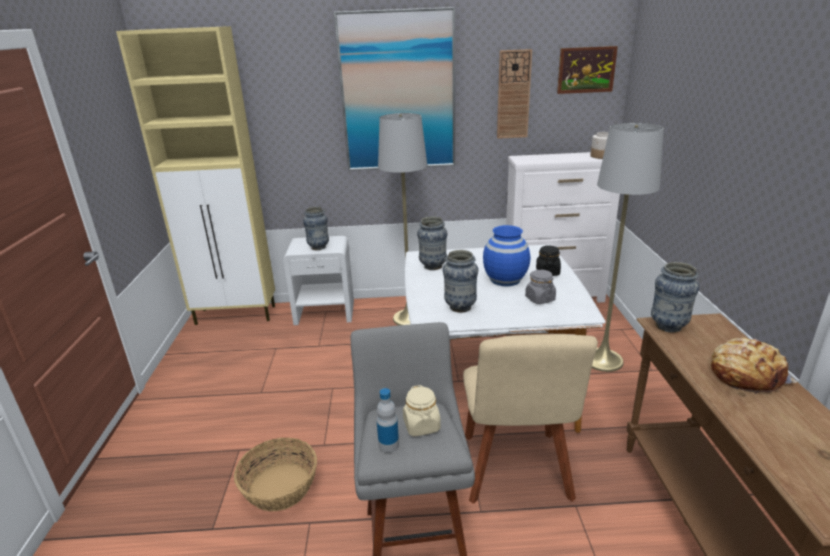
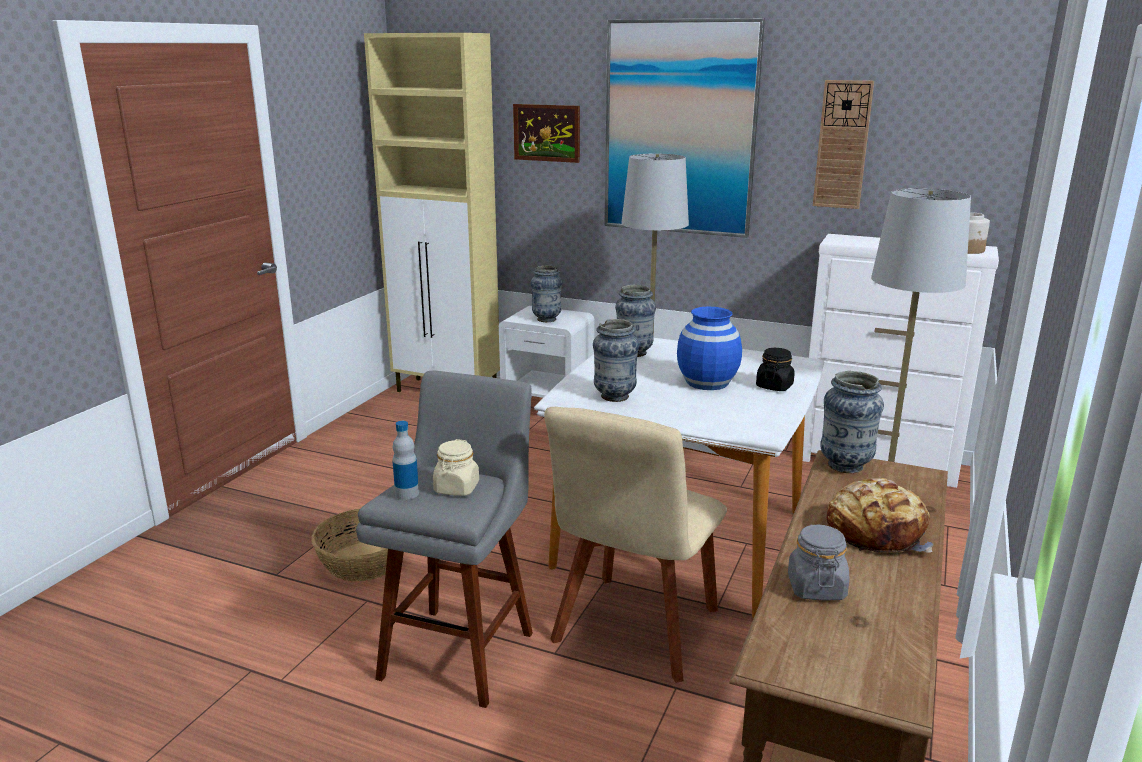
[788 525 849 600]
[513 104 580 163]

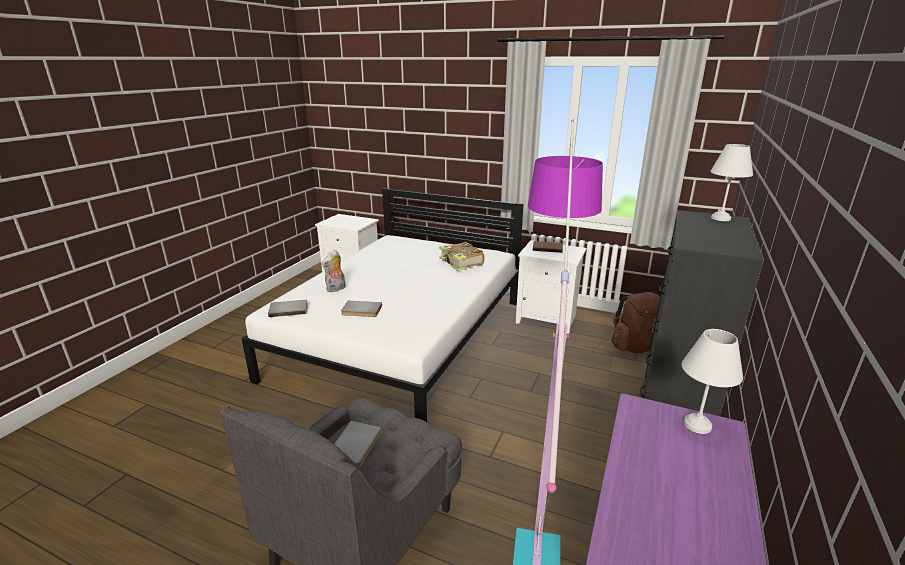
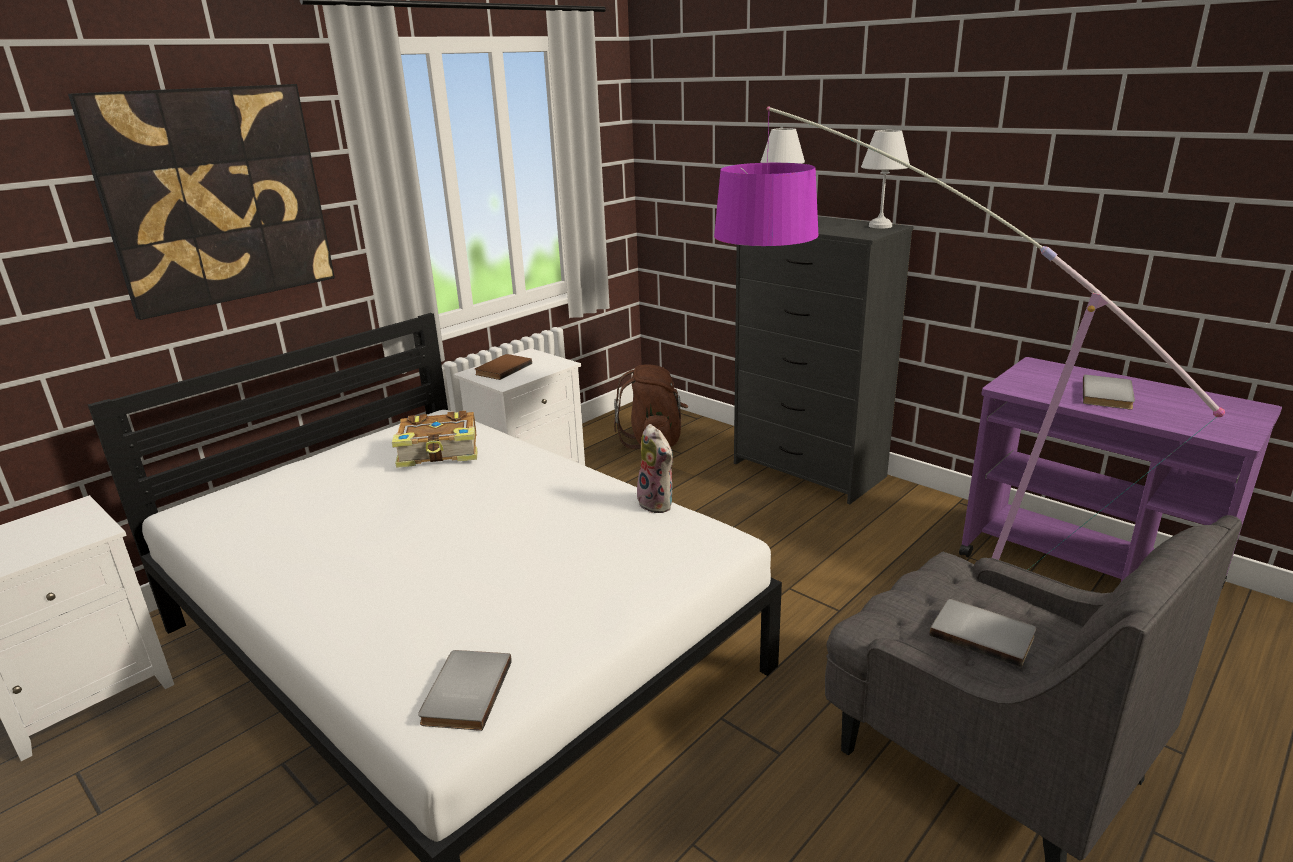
[68 84 335 320]
[637 424 673 513]
[1083 375 1135 410]
[861 130 910 229]

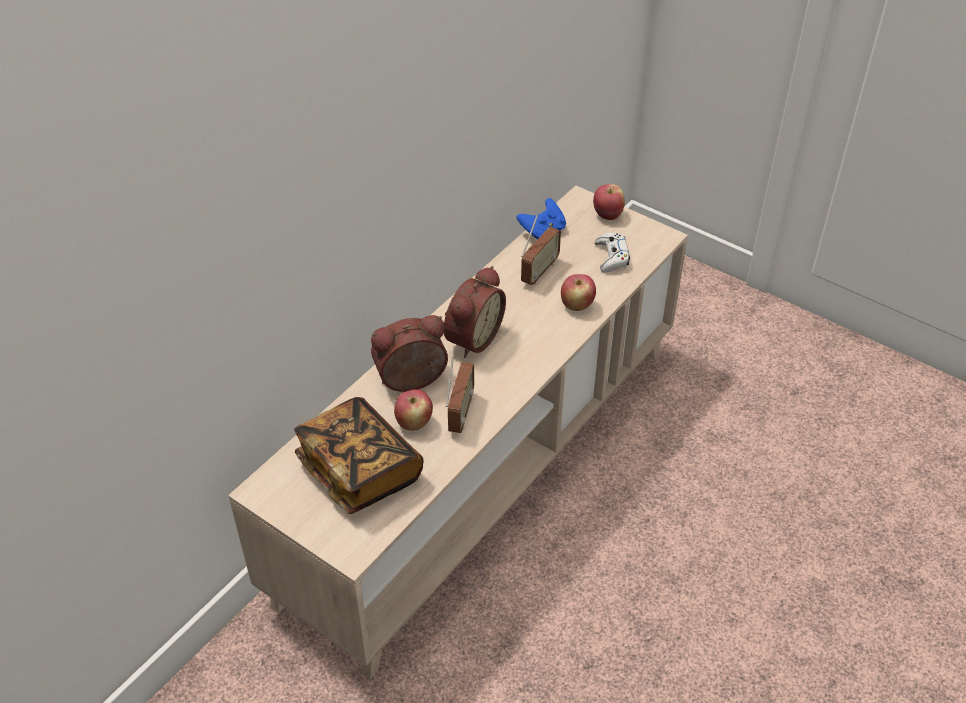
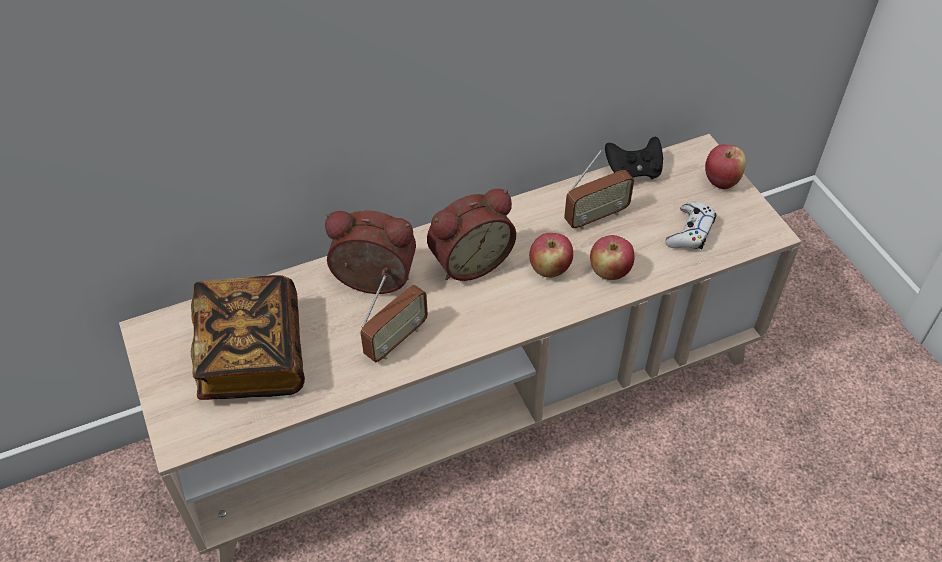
[529 233 573 278]
[605 137 663 179]

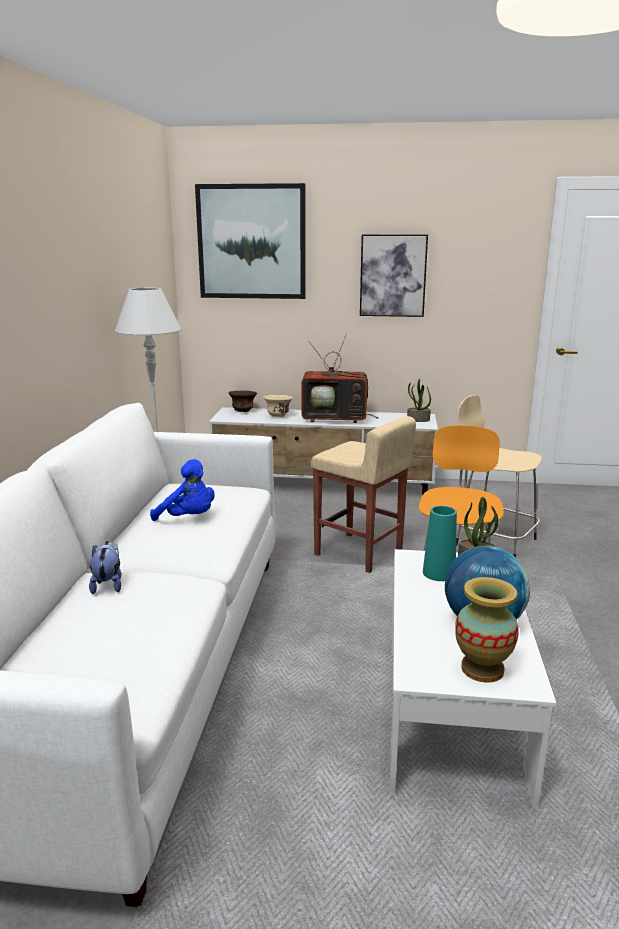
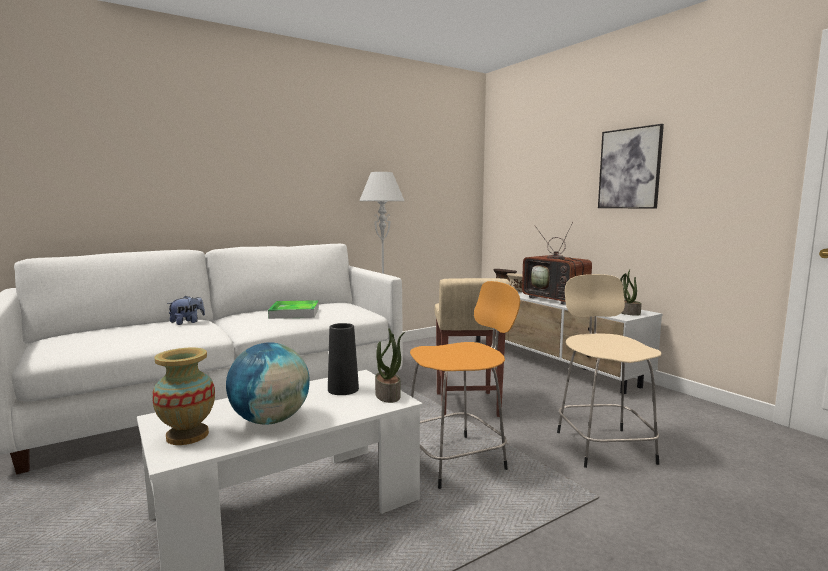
[195 183 306 299] (first image)
[268 300 319 319]
[328 323 359 395]

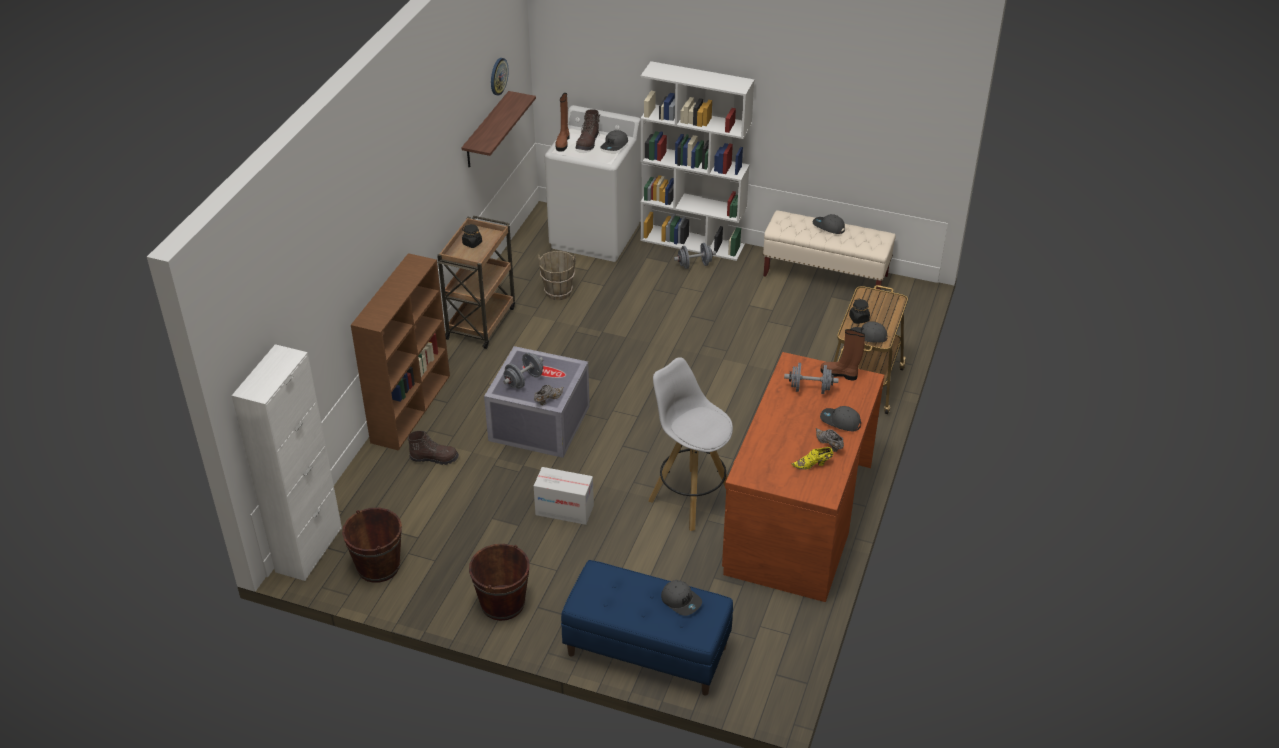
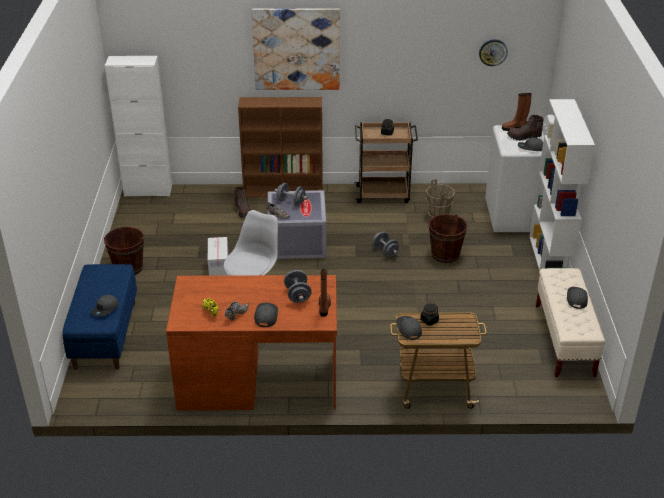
[461 91 536 167] (first image)
[252 8 340 90]
[429 214 467 263]
[373 232 399 257]

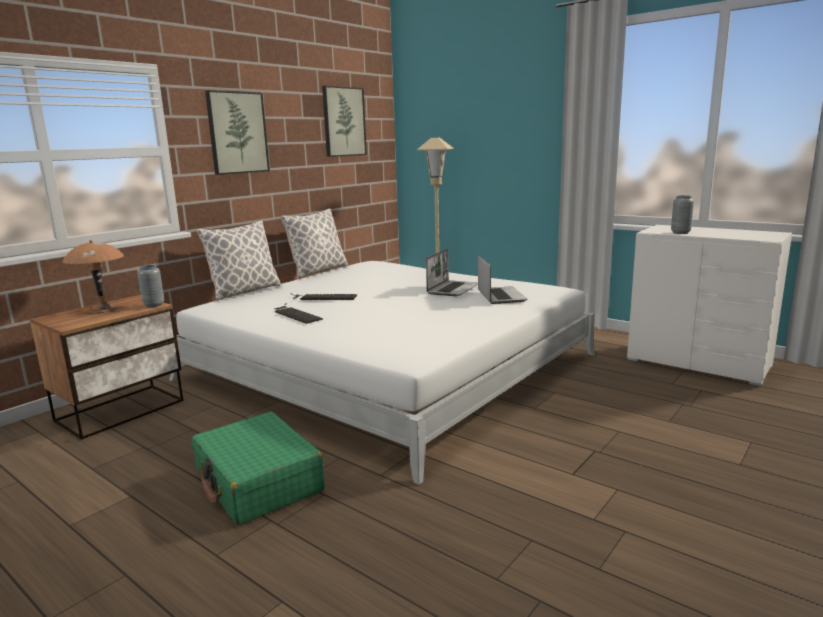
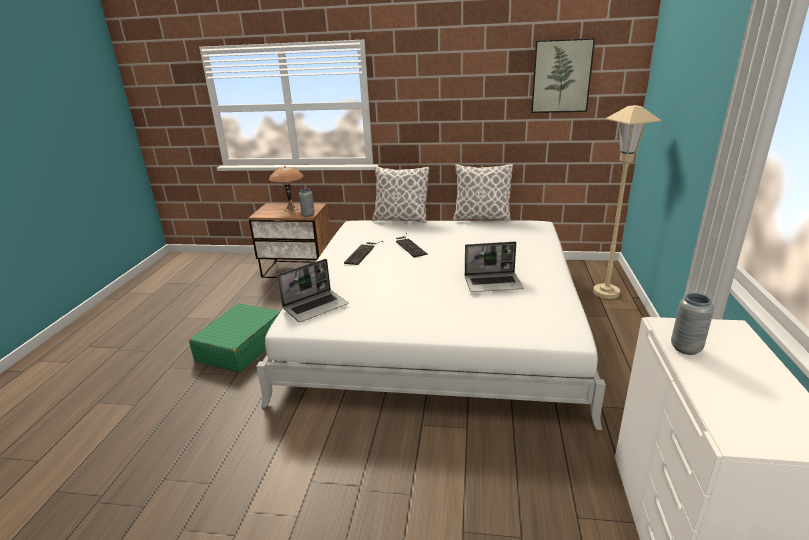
[205 90 270 175] (first image)
[277 259 349 322]

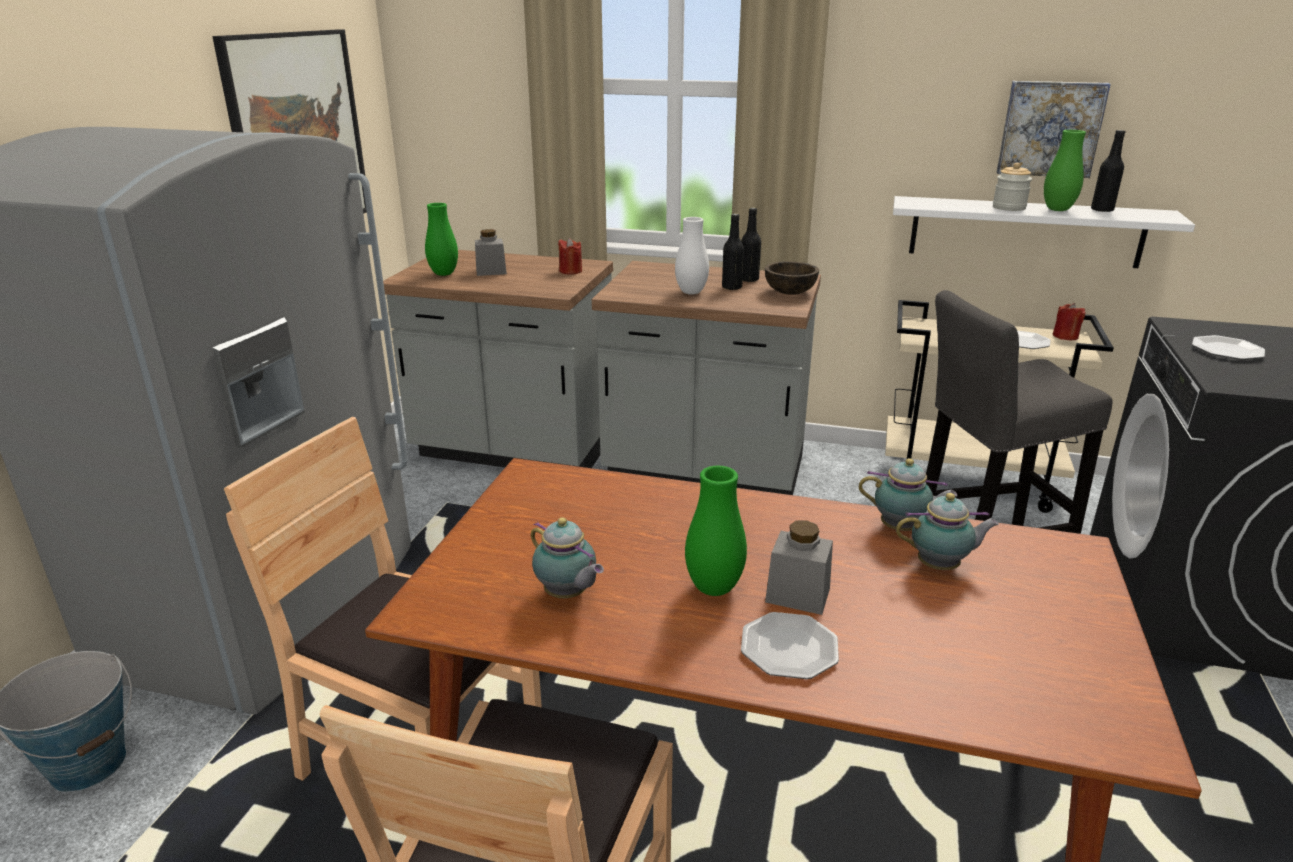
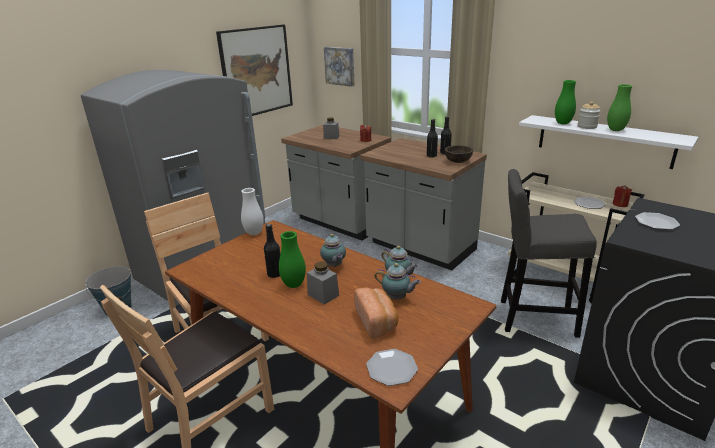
[354 288 398 339]
[555 80 576 124]
[320 234 346 267]
[241 188 264 235]
[366 349 418 386]
[324 47 355 87]
[264 224 280 278]

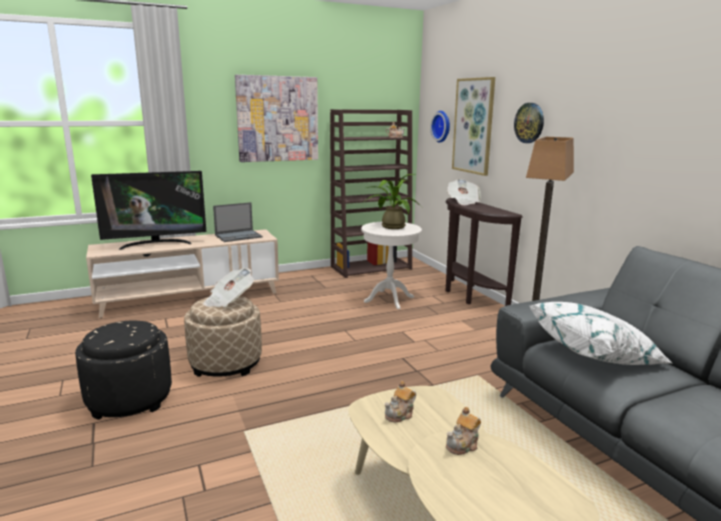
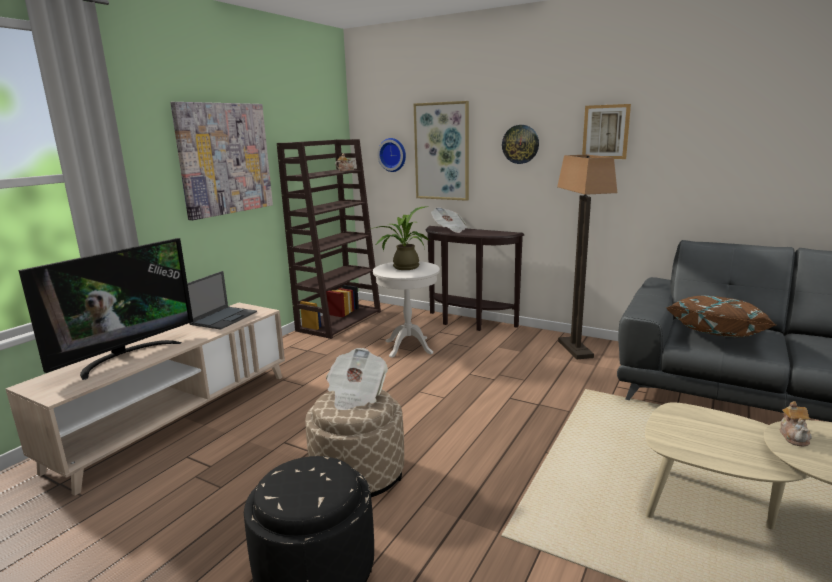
[384 381 416 423] (first image)
[582 104 631 159]
[667 296 776 337]

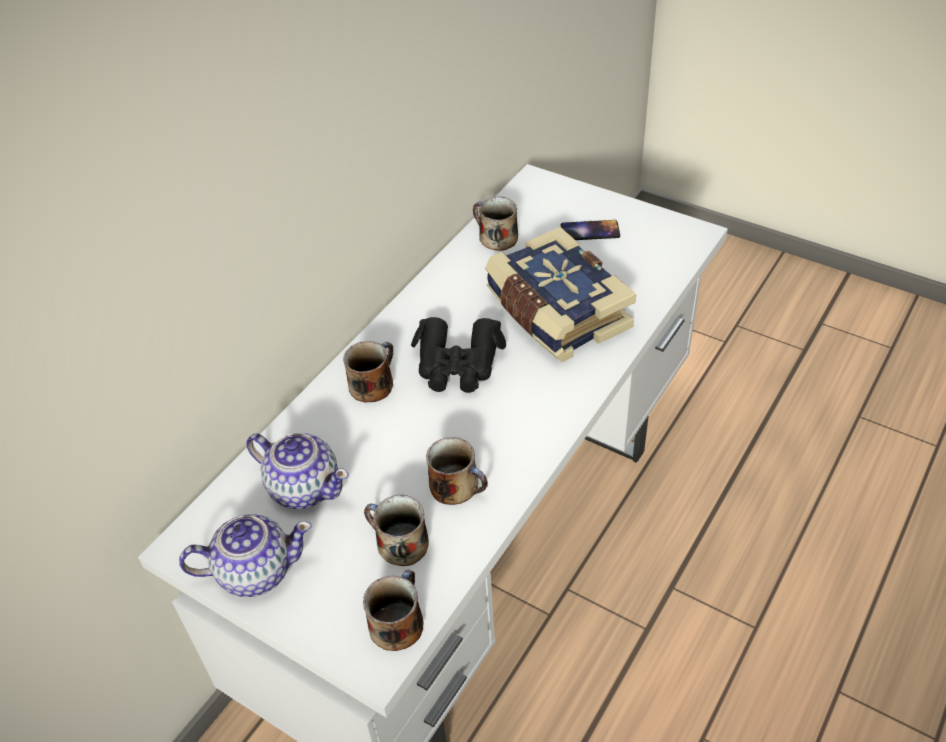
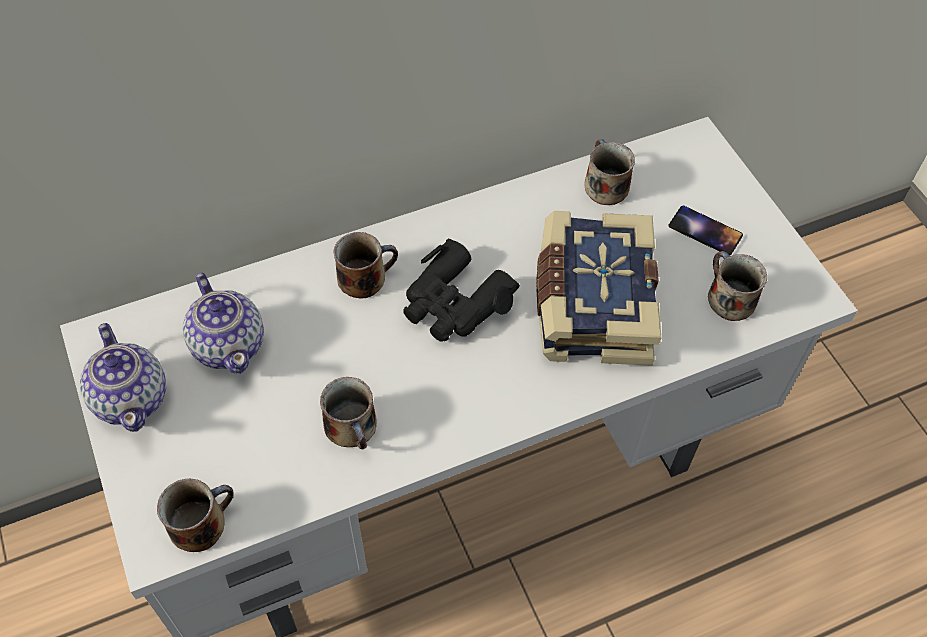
[708 251 767 321]
[80 323 166 432]

